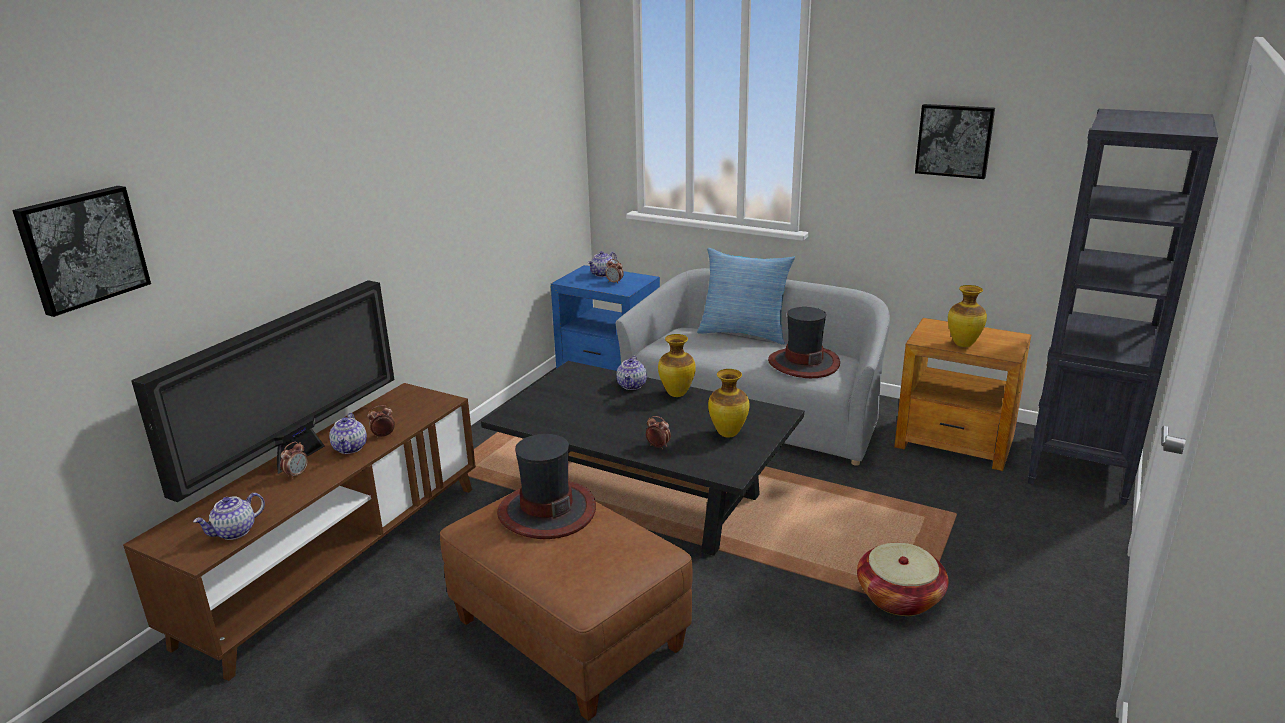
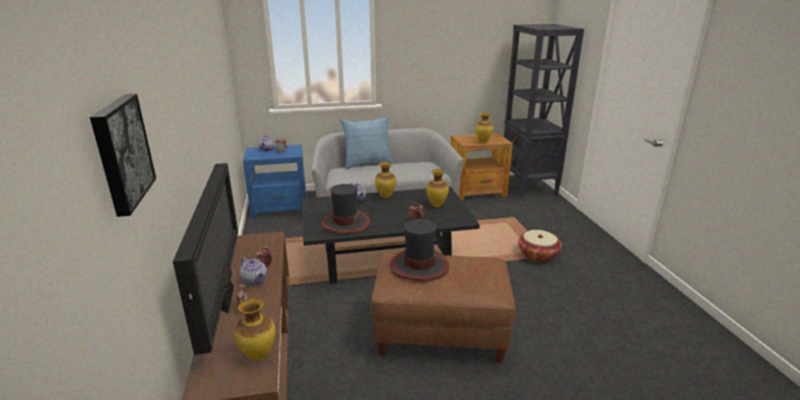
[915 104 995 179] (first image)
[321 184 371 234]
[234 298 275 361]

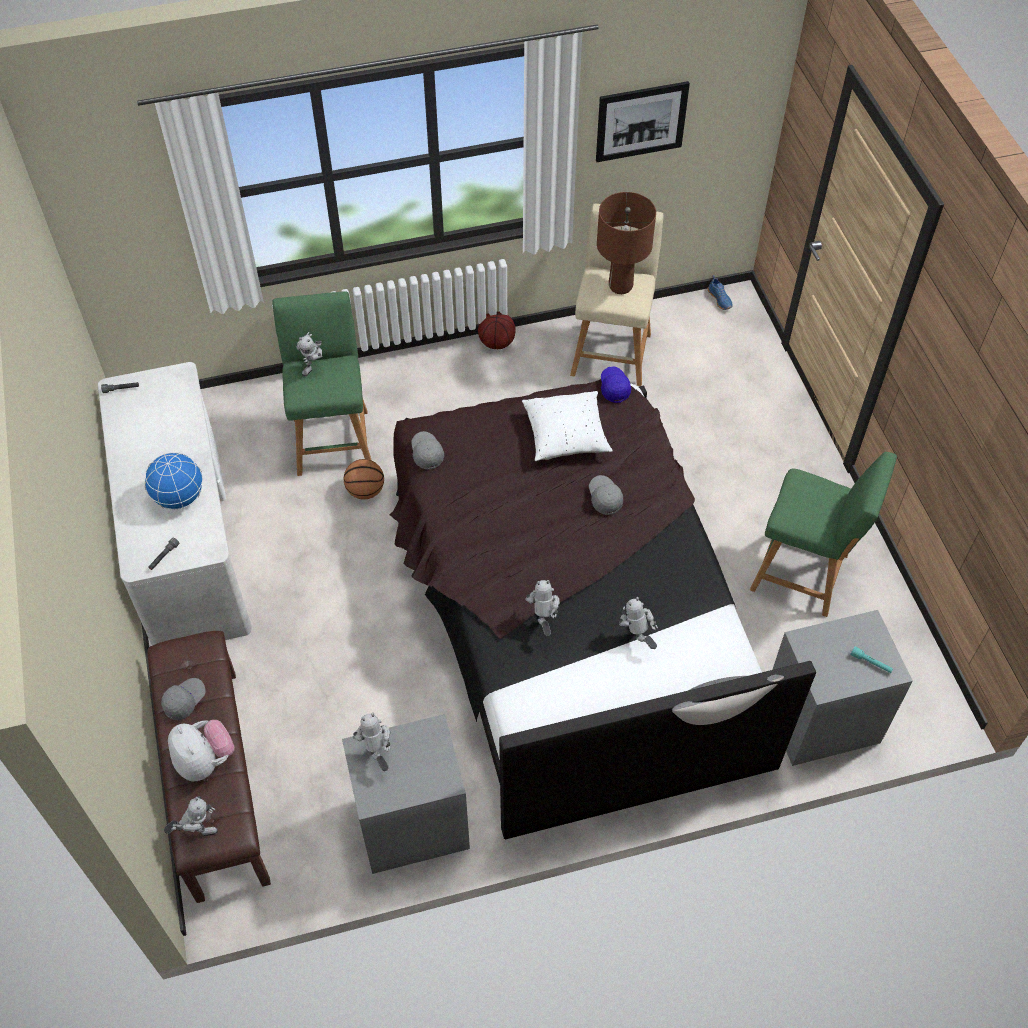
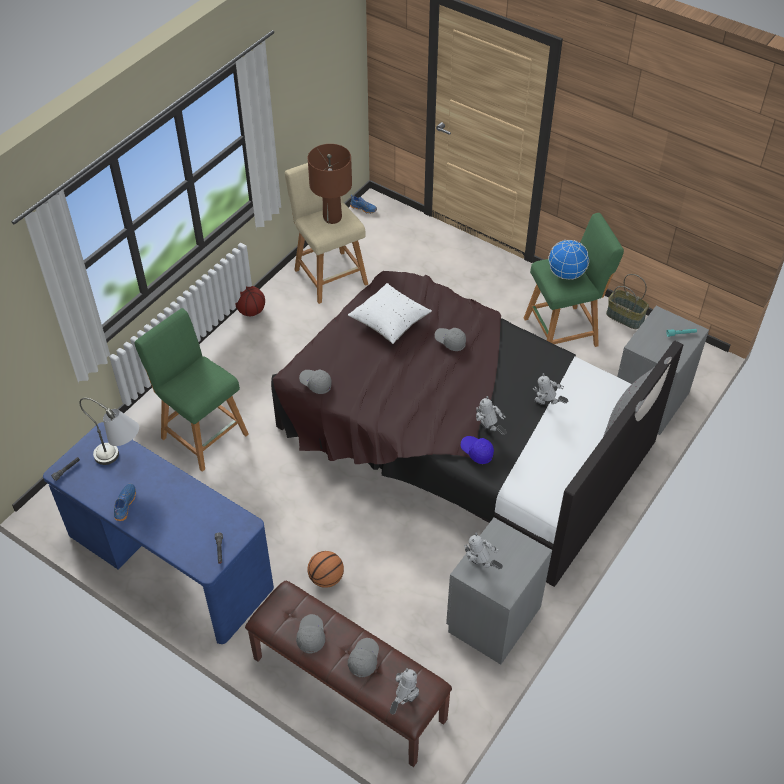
[296 332 323 376] (first image)
[596 81 690 162] (first image)
[79 398 139 465]
[114 483 136 521]
[606 274 649 329]
[548 240 589 280]
[308 551 344 588]
[461 436 494 464]
[348 638 379 677]
[43 422 274 644]

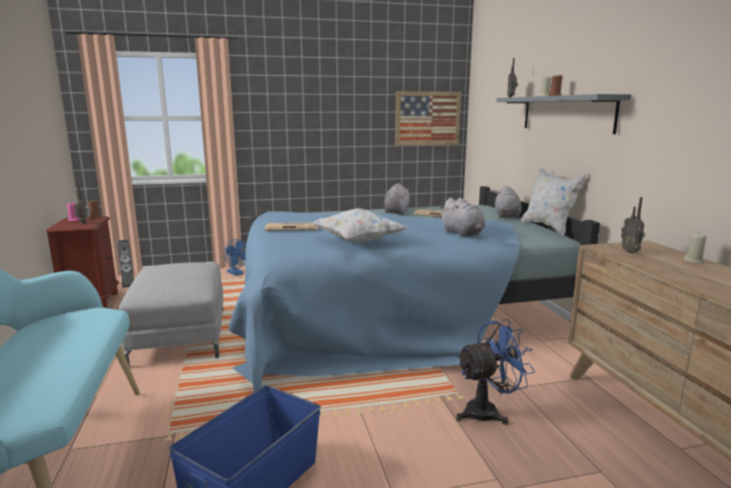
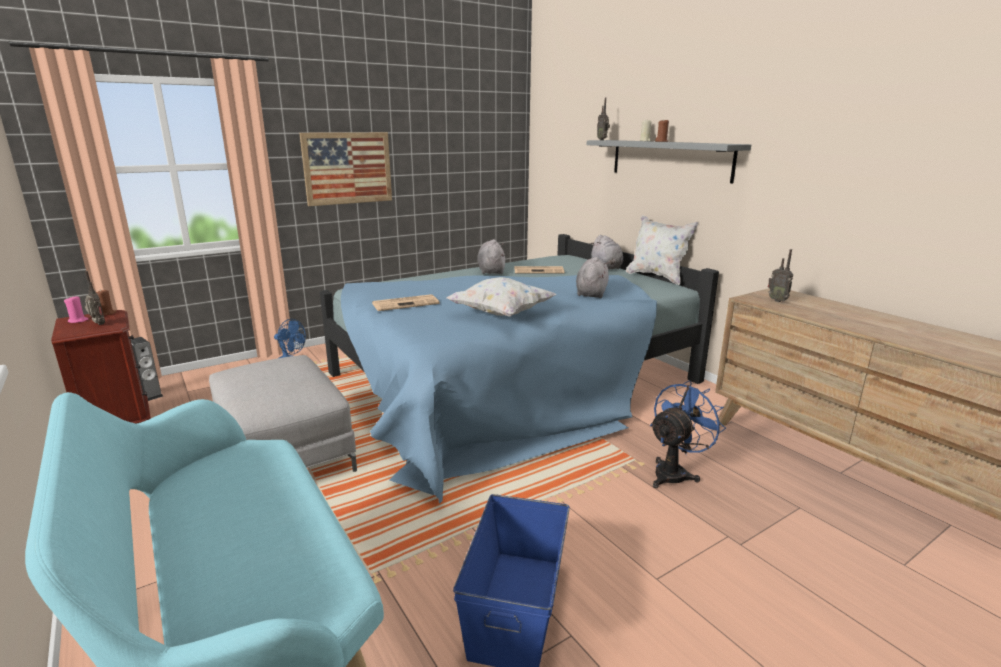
[684 232 707 263] (first image)
[299 132 392 206]
[576 257 609 298]

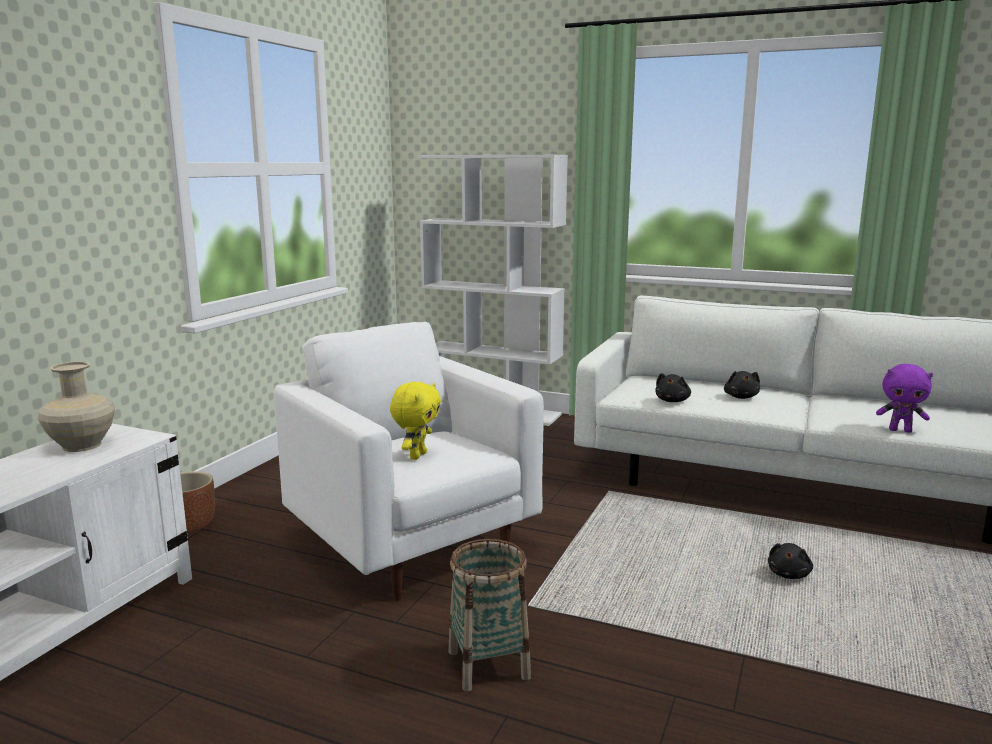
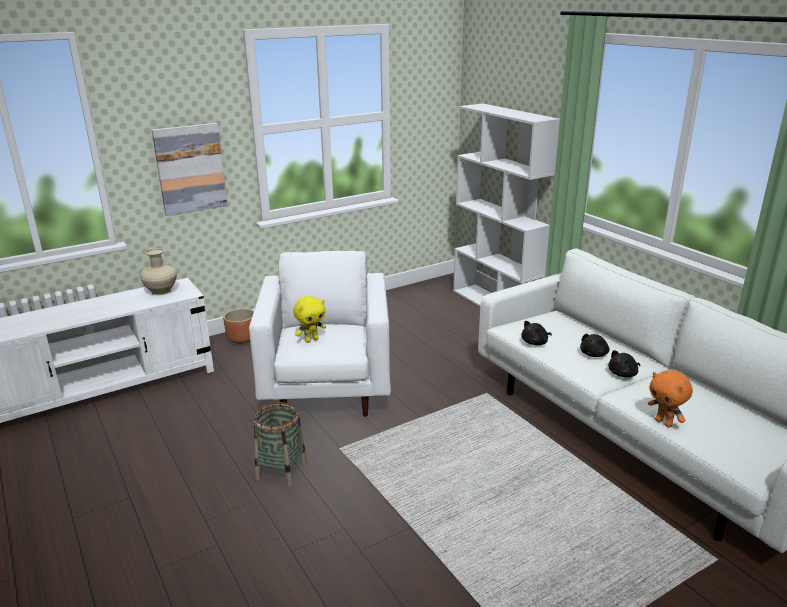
[152 123 228 216]
[608 350 640 377]
[648 370 693 428]

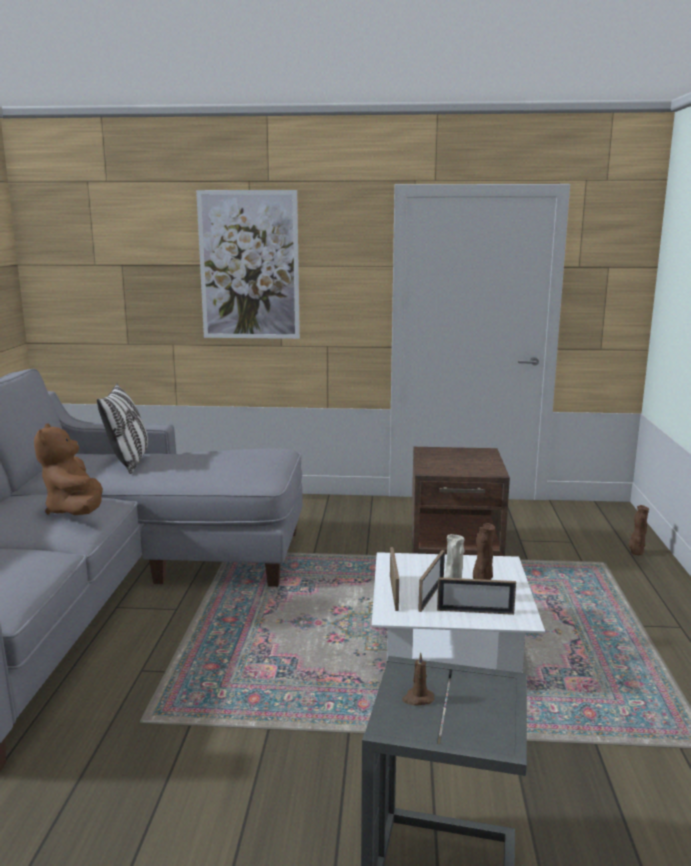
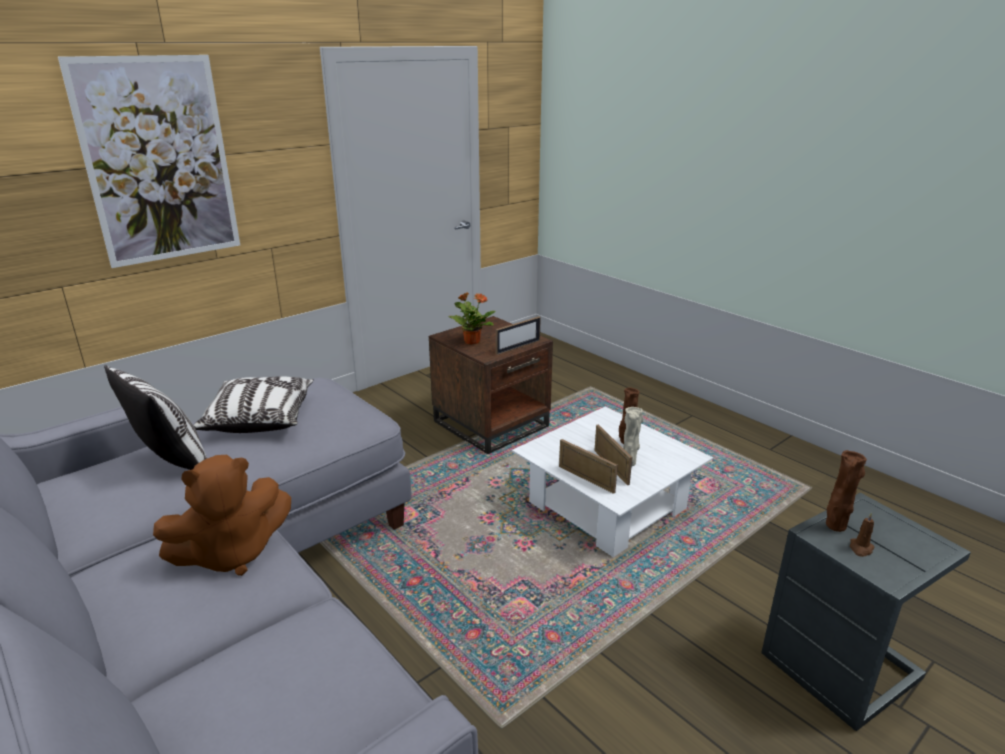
[193 376 314 433]
[448 292 495 345]
[495 317 541 355]
[826 450 867 532]
[153 455 291 576]

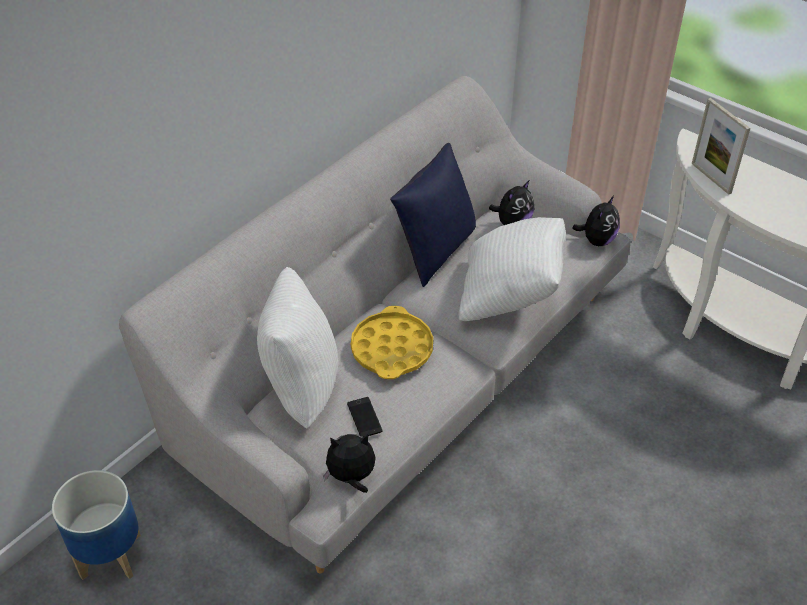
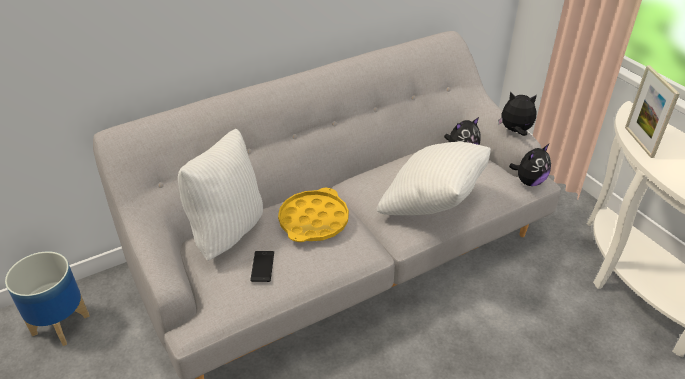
[390 143 476 287] (first image)
[498 91 537 136]

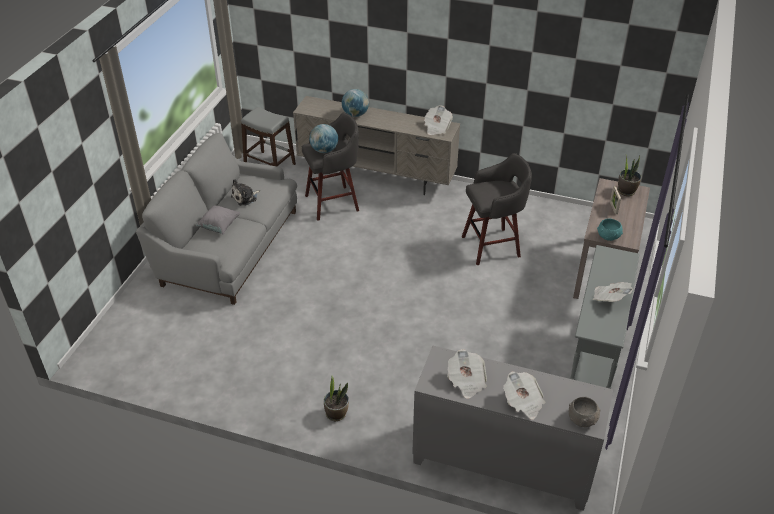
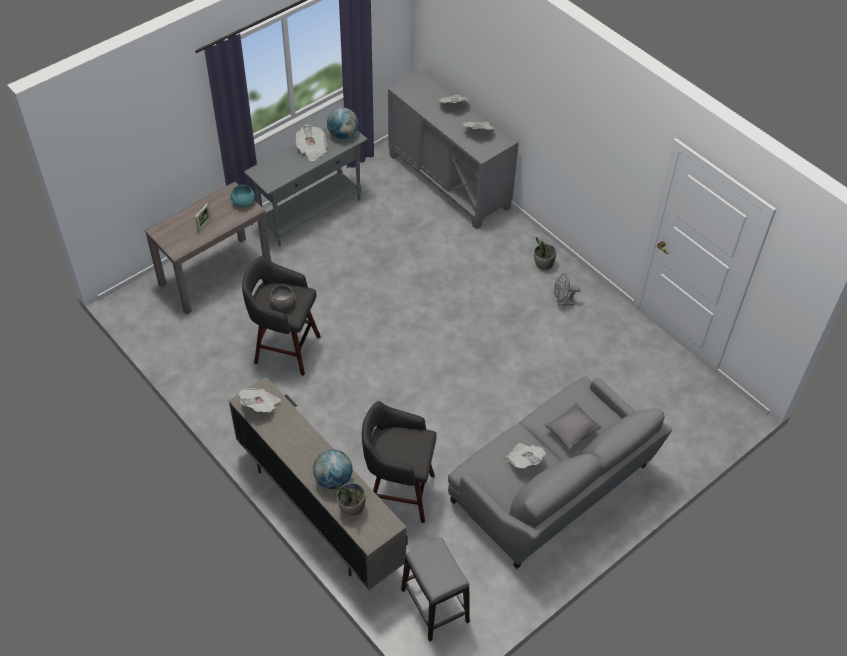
[554 273 581 306]
[327 107 358 139]
[269 285 296 309]
[336 483 365 517]
[506 443 546 468]

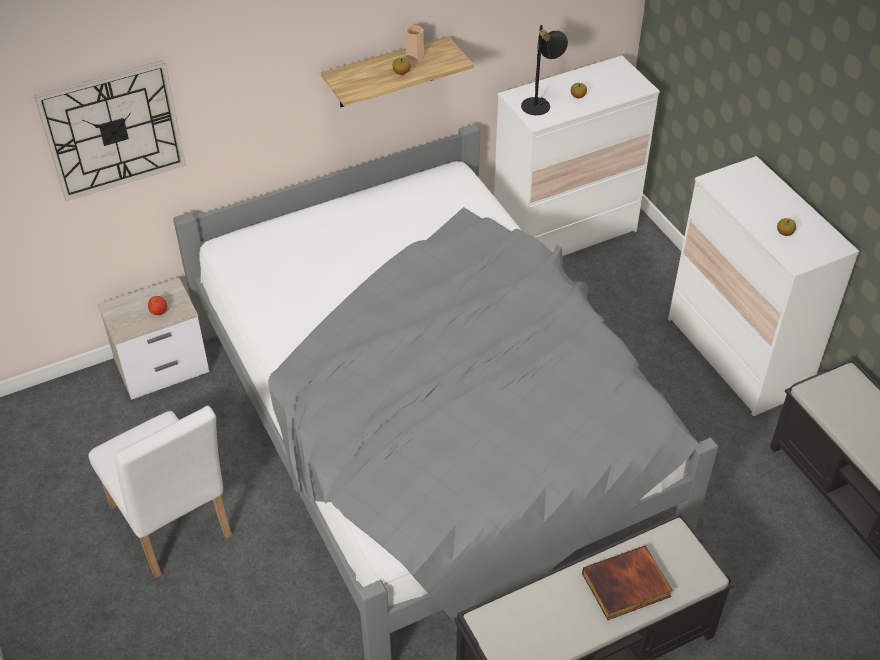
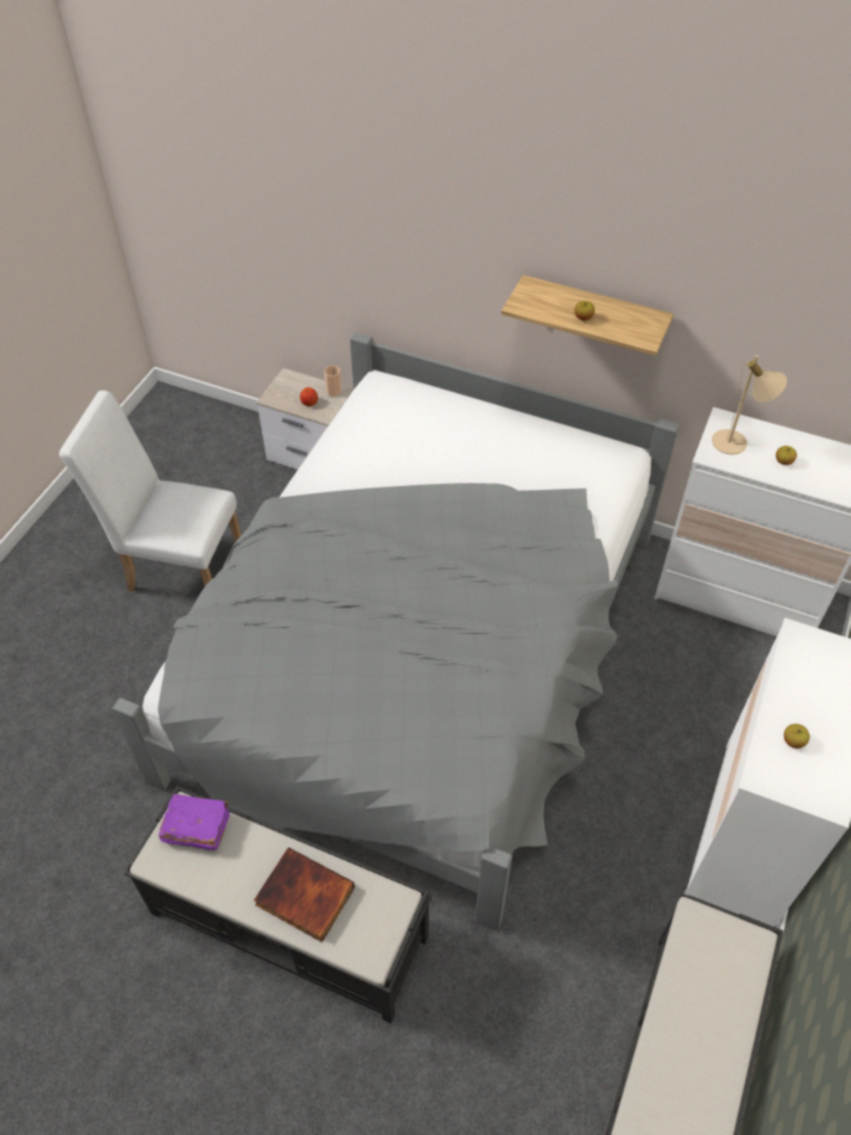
[34 60 186 201] (first image)
[158 794 230 850]
[324 365 342 397]
[712 355 787 455]
[59 390 241 591]

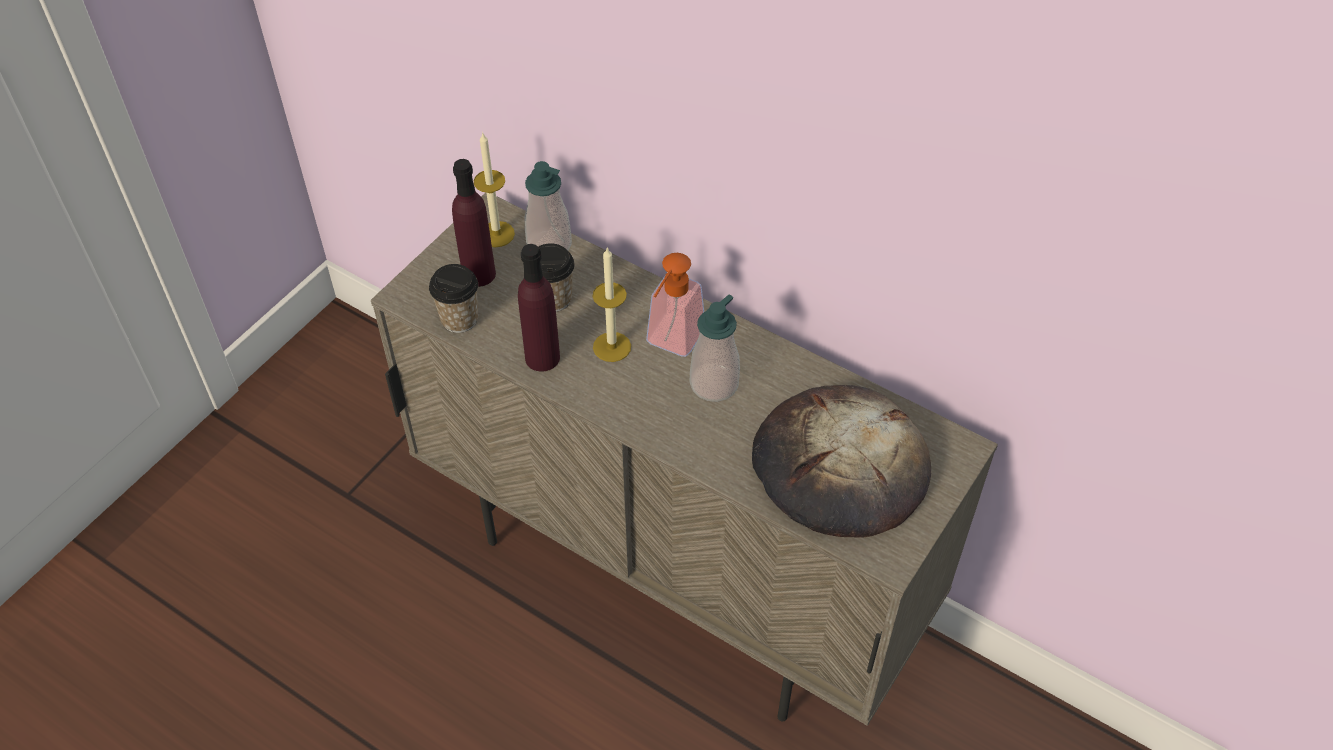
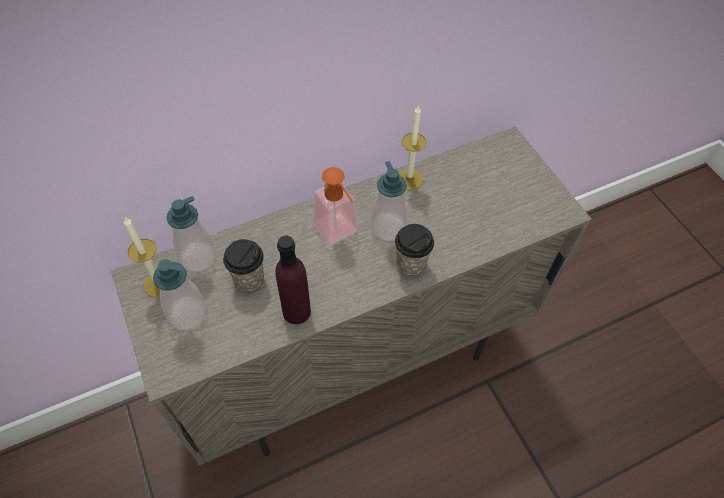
[752 385 931 538] (first image)
[395 224 434 275]
[399 105 426 191]
[153 260 207 330]

